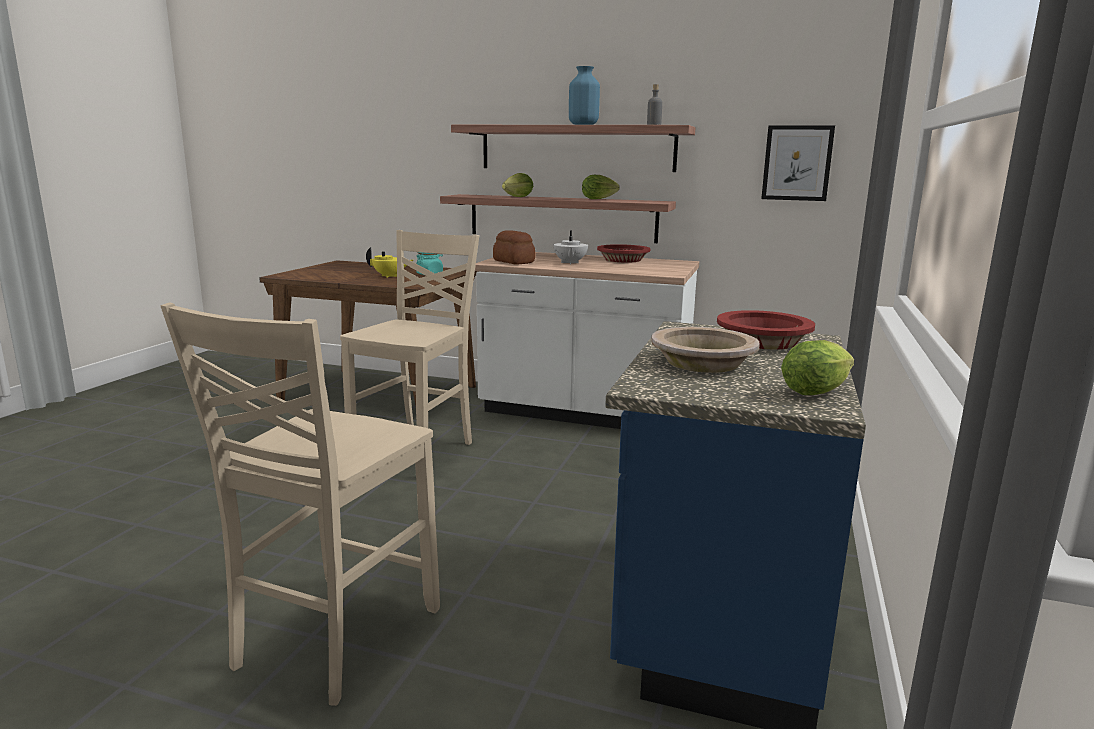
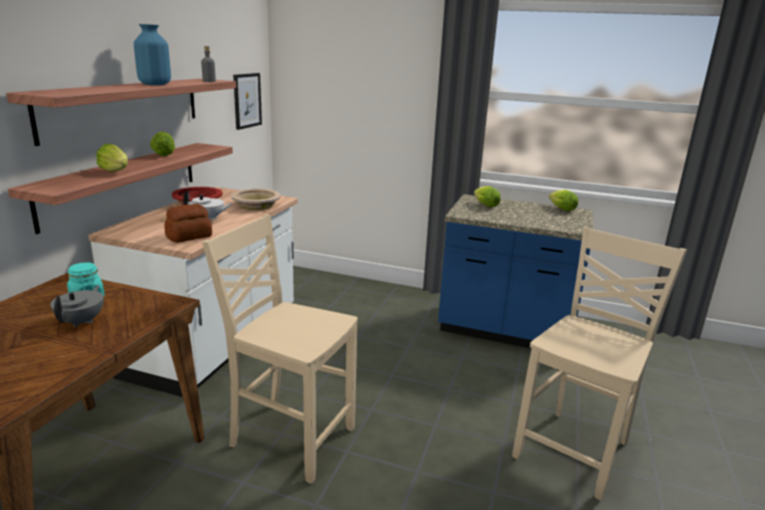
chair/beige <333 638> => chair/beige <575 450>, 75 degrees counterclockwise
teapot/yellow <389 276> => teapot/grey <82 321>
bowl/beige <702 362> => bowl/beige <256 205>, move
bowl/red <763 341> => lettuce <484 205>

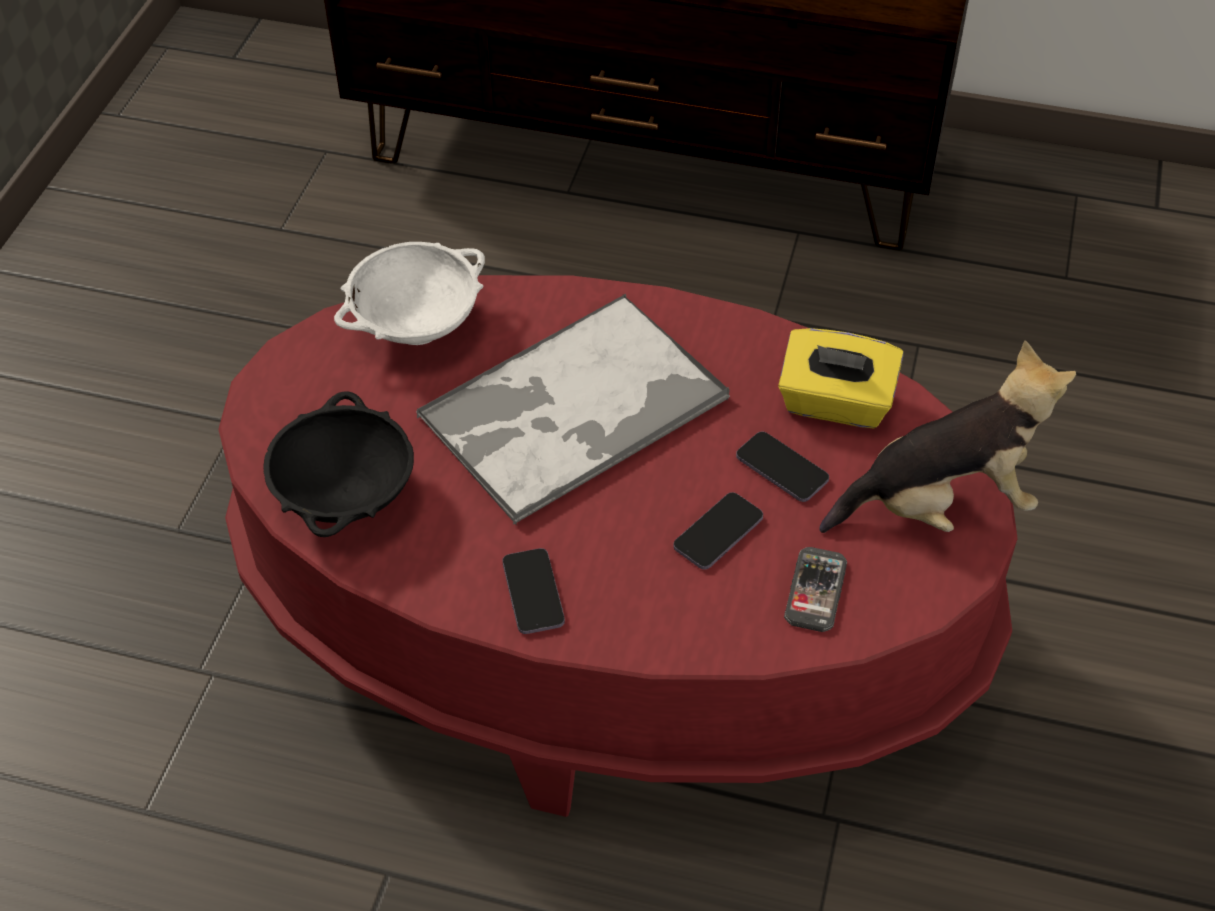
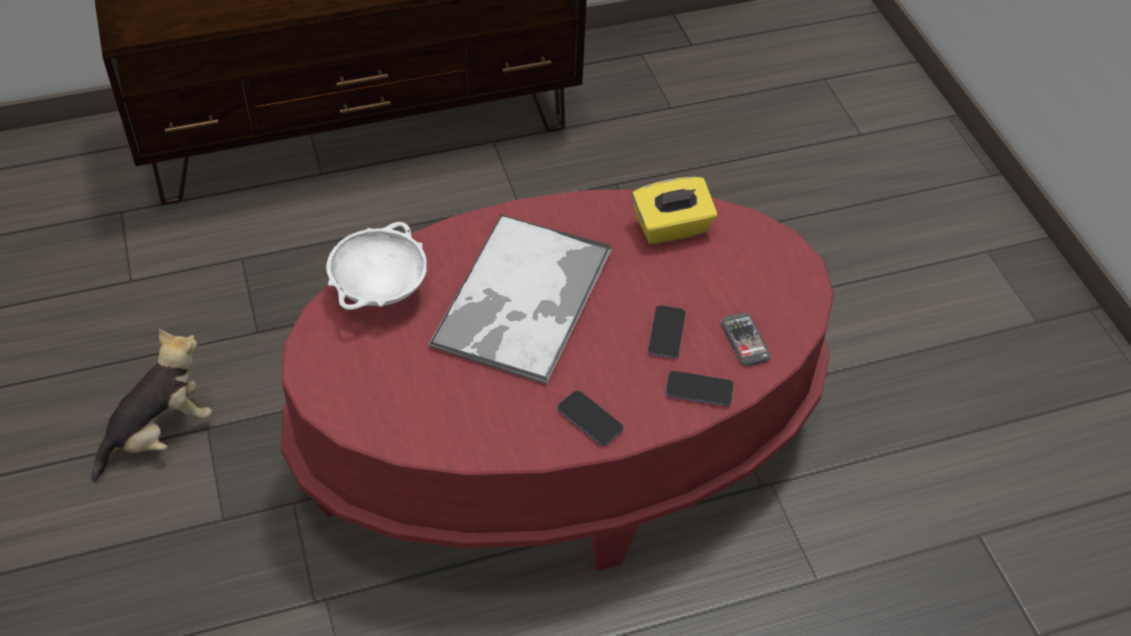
bowl/black <346 498> => nothing
phone <782 469> => phone <699 390>, move
plush toy <941 504> => plush toy <160 433>, move

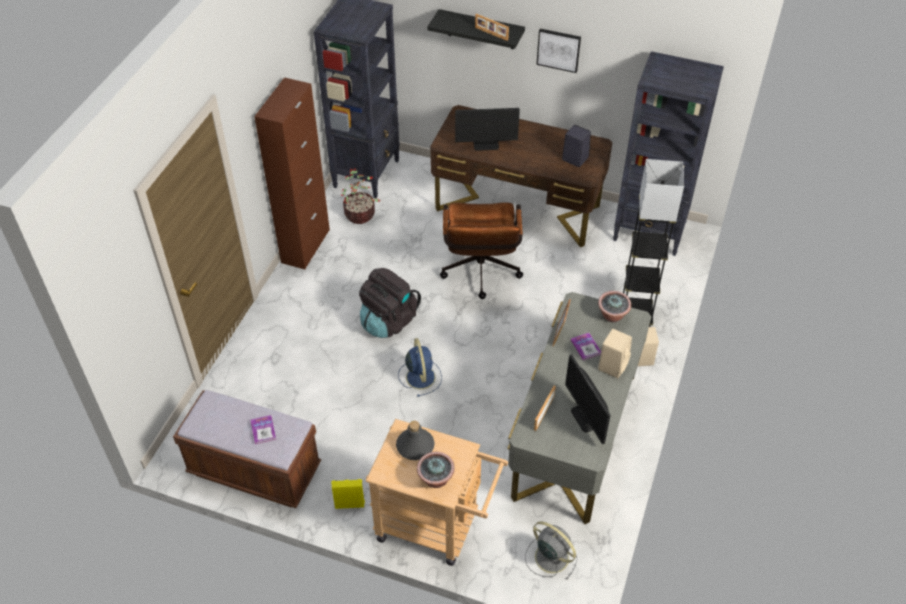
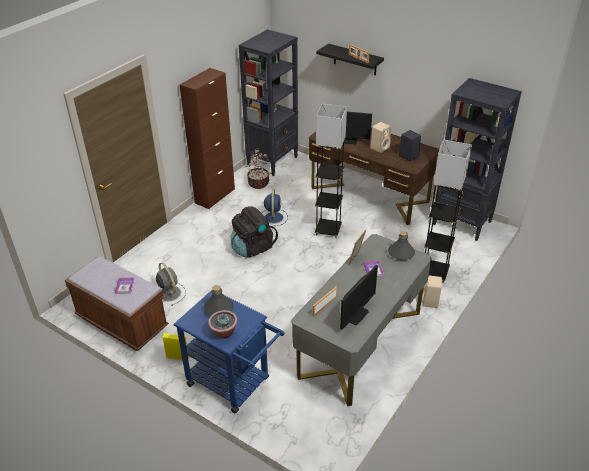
cart/beige <436 526> => cart/blue <234 384>
fan/blue <420 376> => fan/blue <274 217>, move
office chair/brown <480 274> => floor lamp/grey <328 230>
fan/grey <550 556> => fan/grey <169 293>, move
picture <558 49> => nothing
monitor <586 418> => monitor <356 315>, 135 degrees counterclockwise
potted plant <612 316> => bottle/grey <401 253>
speaker/beige <613 365> => speaker/beige <380 147>, move

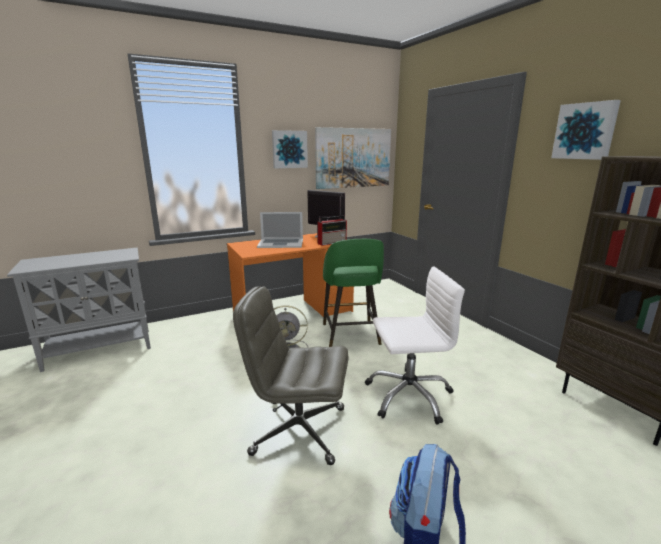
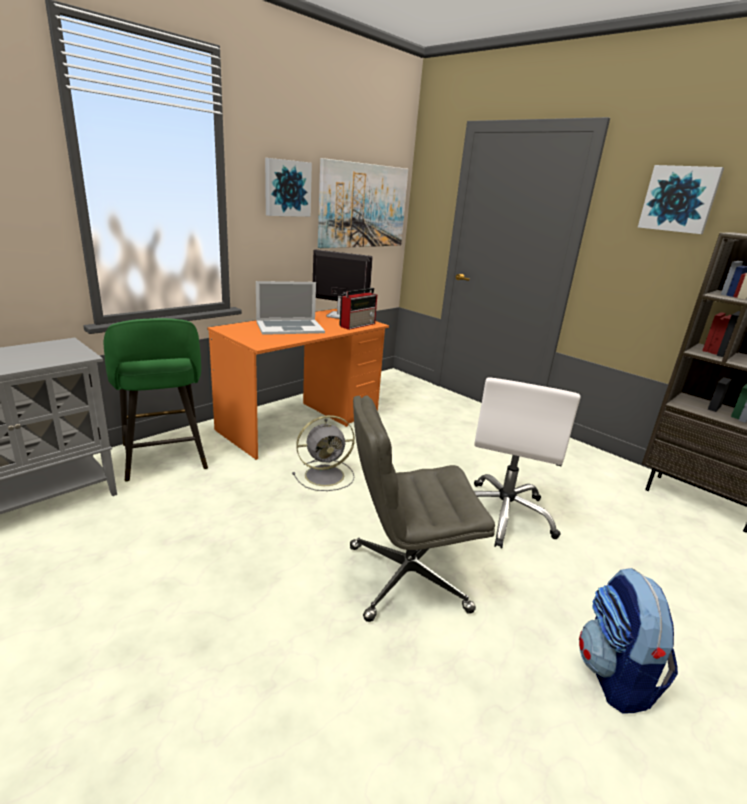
stool/green <351 335> => stool/green <164 458>, move
office chair/white <408 395> => office chair/white <503 515>, 135 degrees clockwise

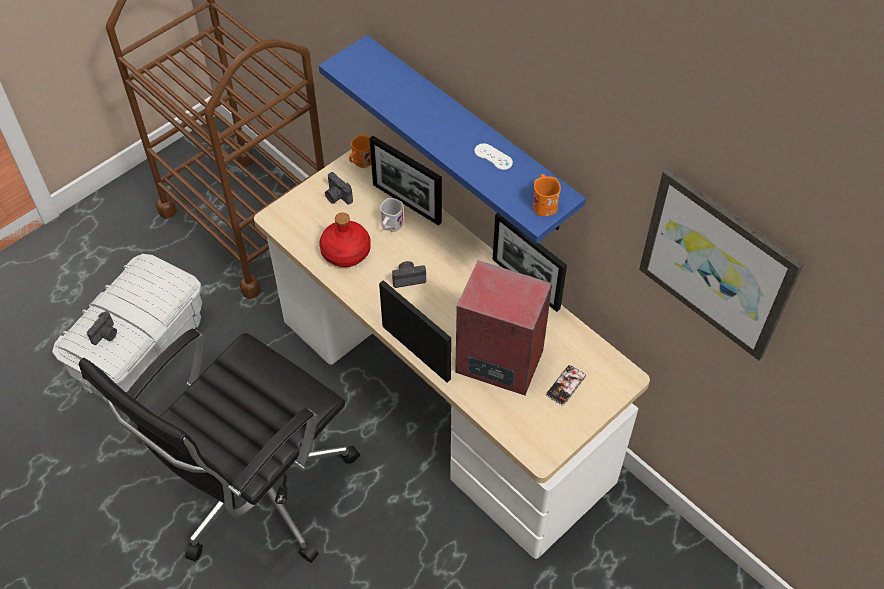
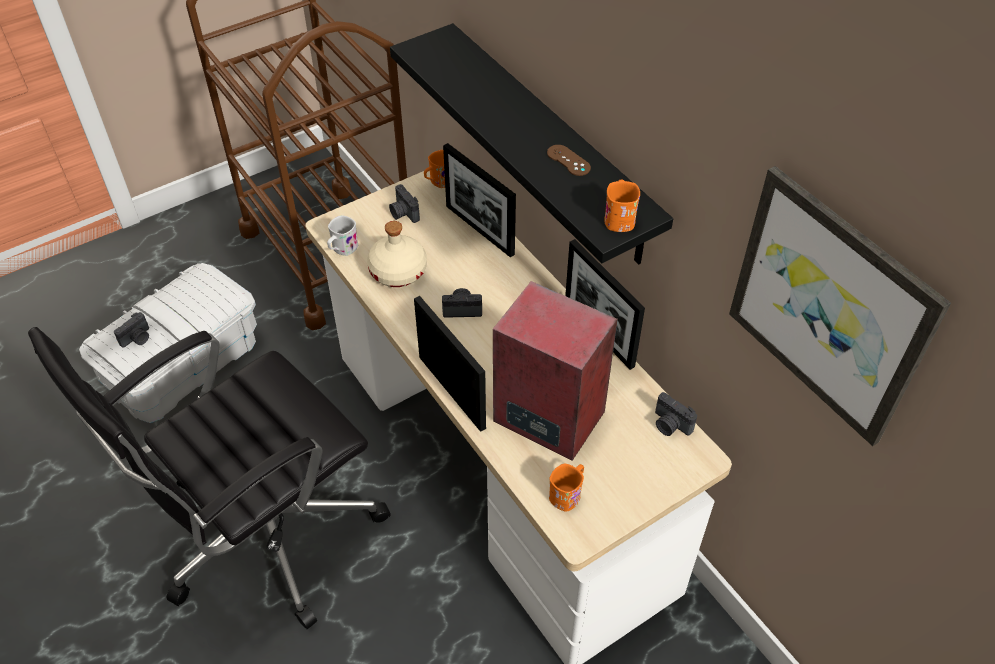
shelf/blue <469 136> => shelf/black <550 144>
bottle/red <346 251> => bottle/beige <399 271>
mug/white <390 226> => mug/white <342 249>, move
game controller/white <493 157> => game controller/brown <568 160>
phone <566 385> => nothing
nothing => mug/orange <568 494>
nothing => photo camera <670 425>

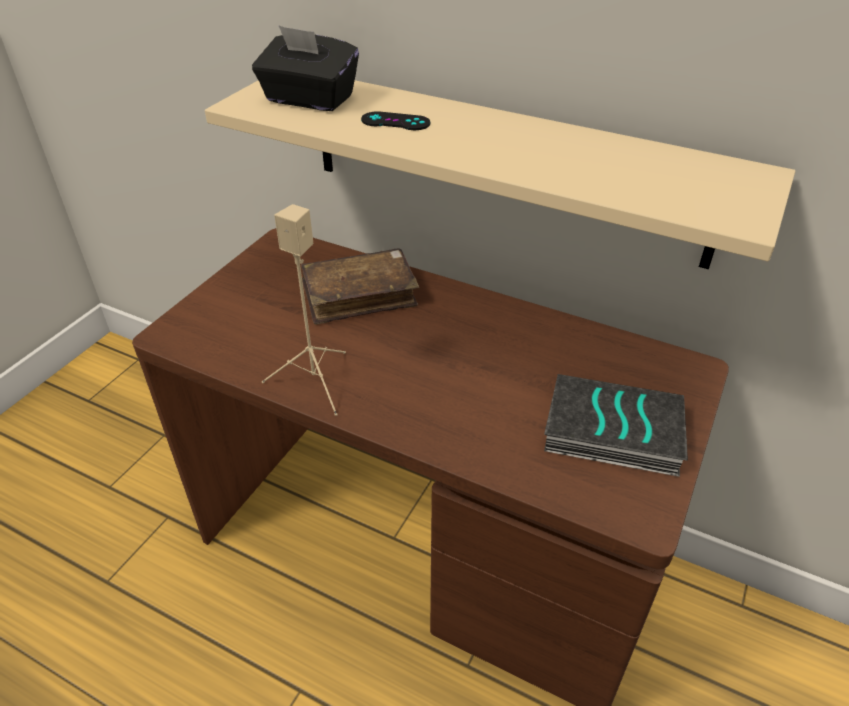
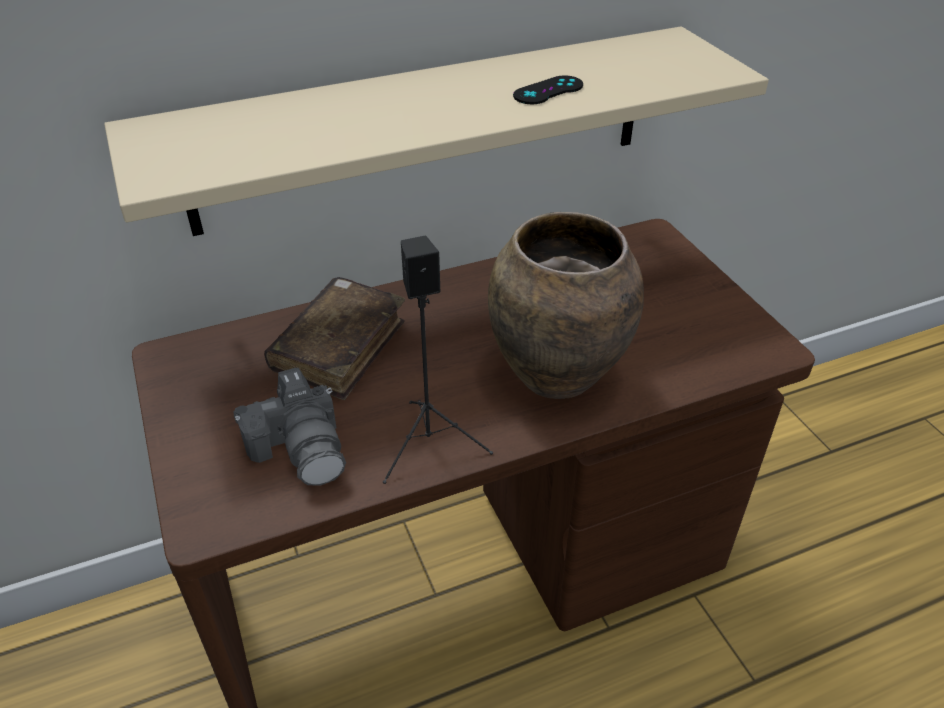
tissue box/black <309 100> => nothing
speaker/beige <315 382> => speaker/black <430 444>
game controller/black <395 122> => game controller/black <548 91>, move
book <611 433> => nothing
nothing => photo camera <301 447>
nothing => vase/brown <555 375>

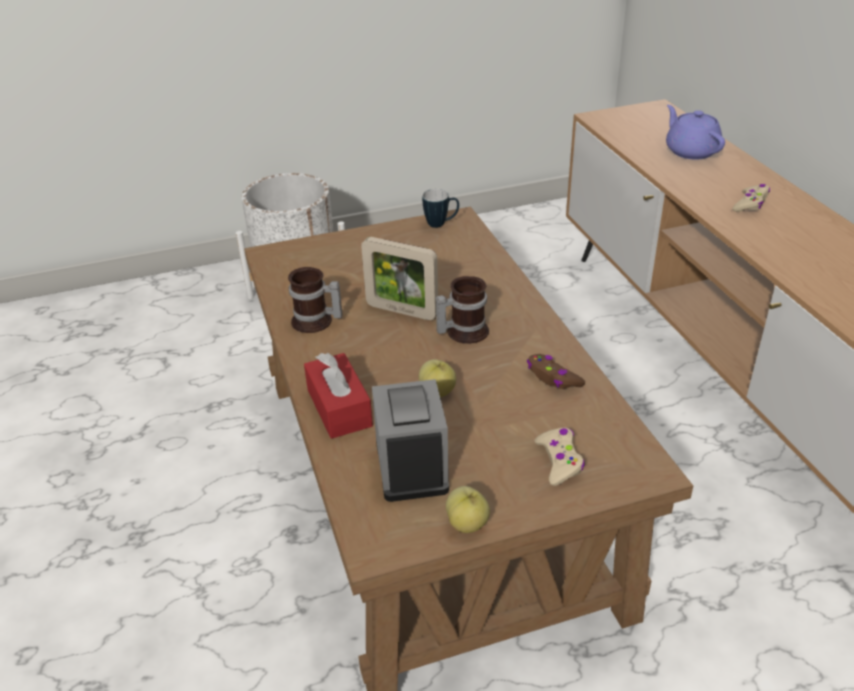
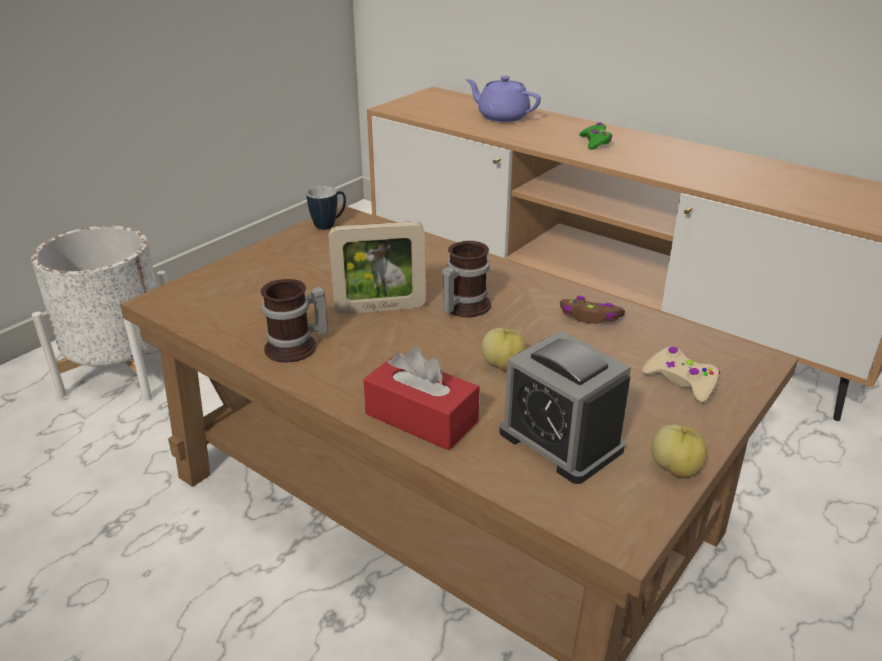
game controller/beige <750 204> => game controller/green <595 142>

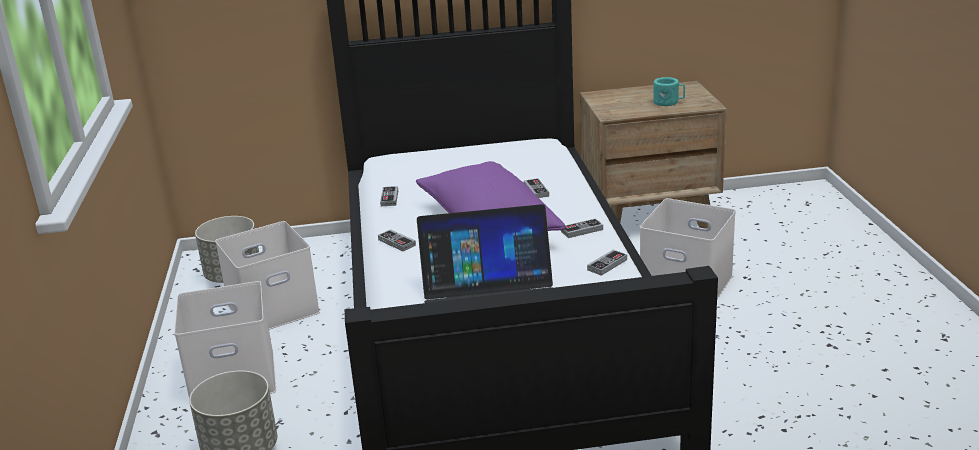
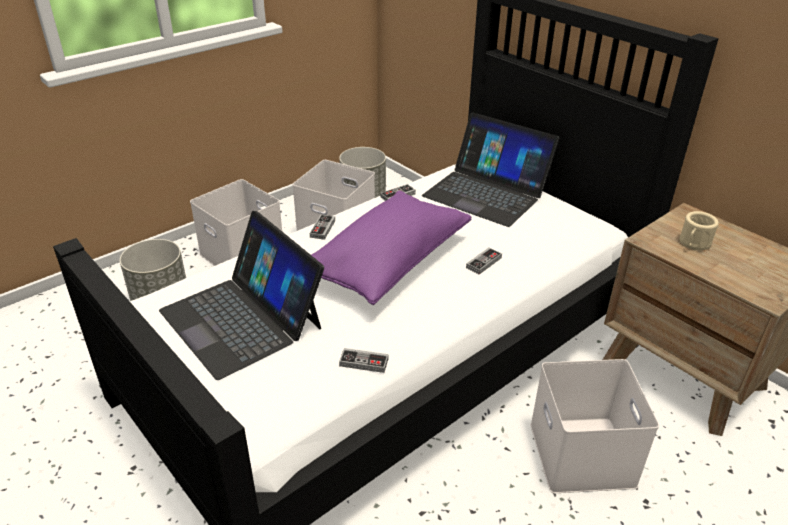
game controller <582 230> => nothing
mug/turquoise <669 102> => nothing
nothing => laptop <487 192>
nothing => mug/beige <693 244>

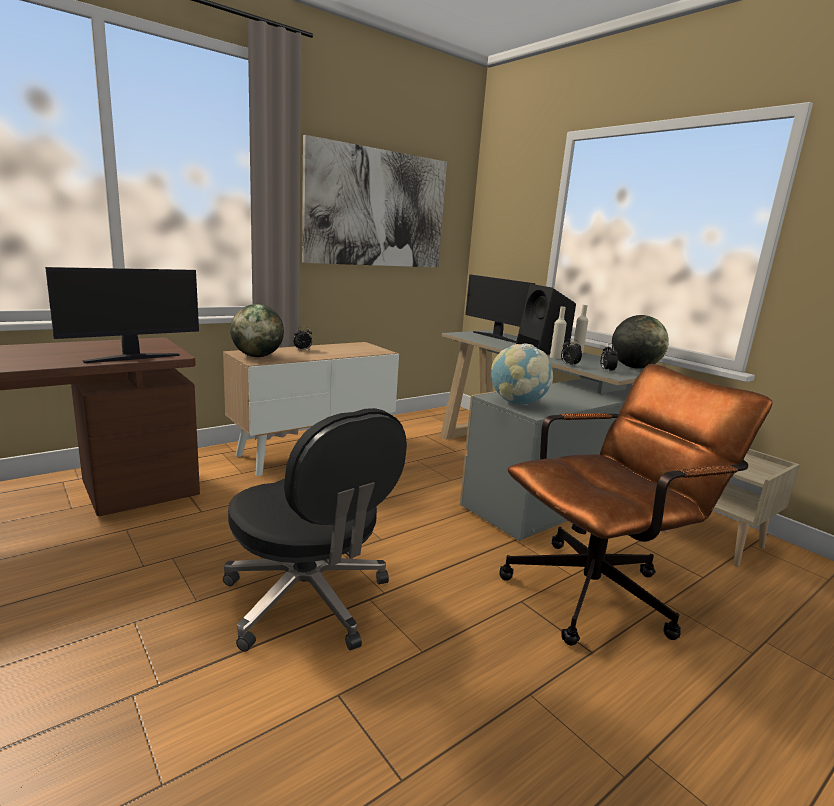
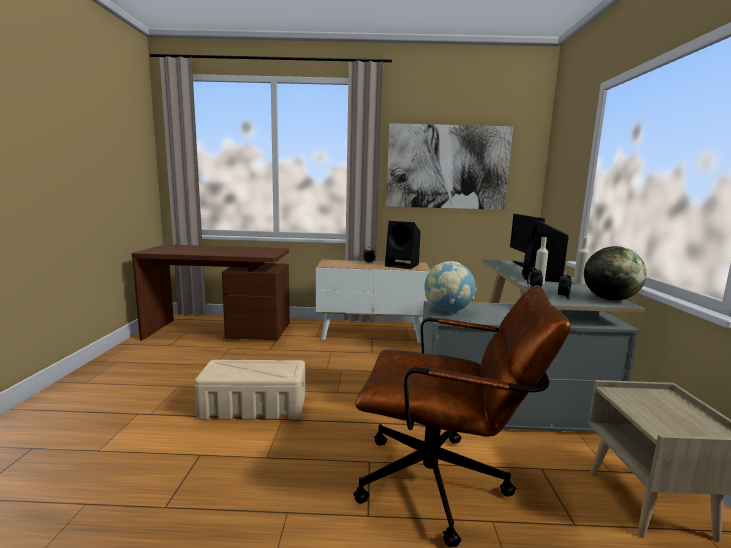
monitor <132 358> => nothing
office chair/black <308 600> => storage box/beige <253 407>
globe <257 356> => nothing
nothing => speaker/black <403 265>

